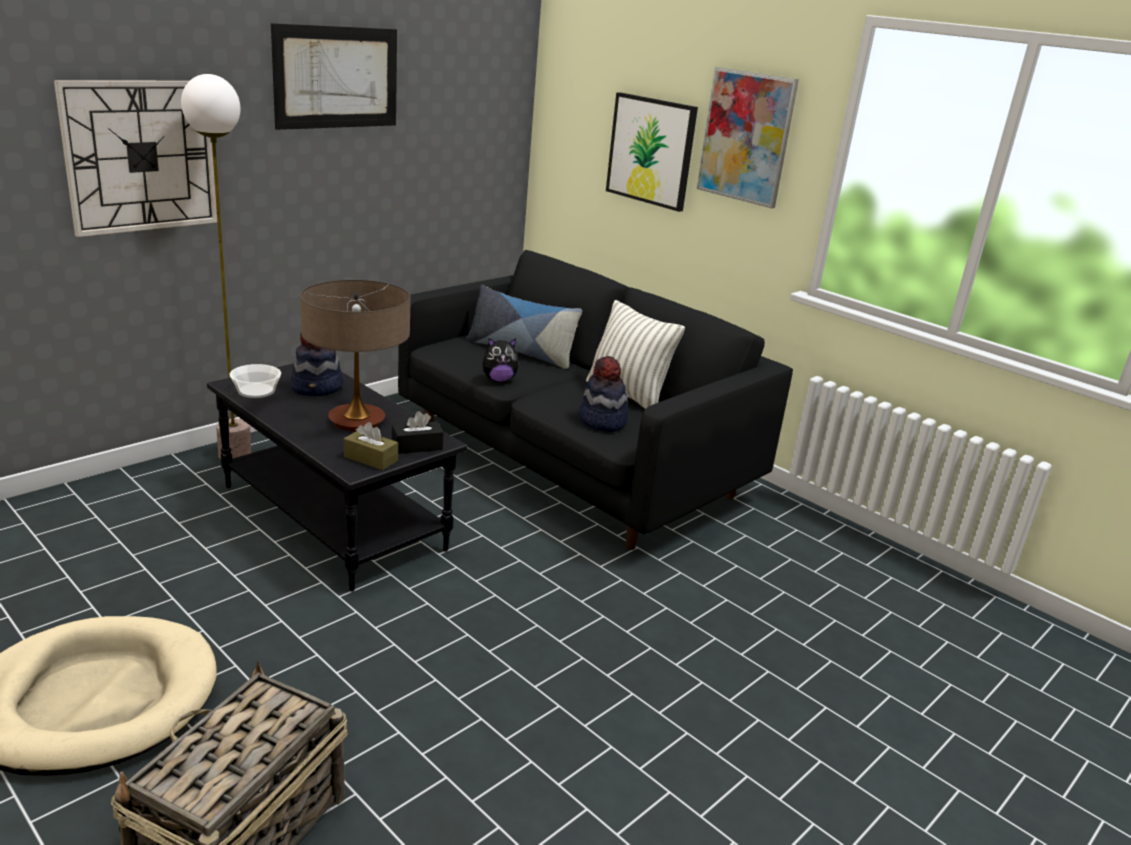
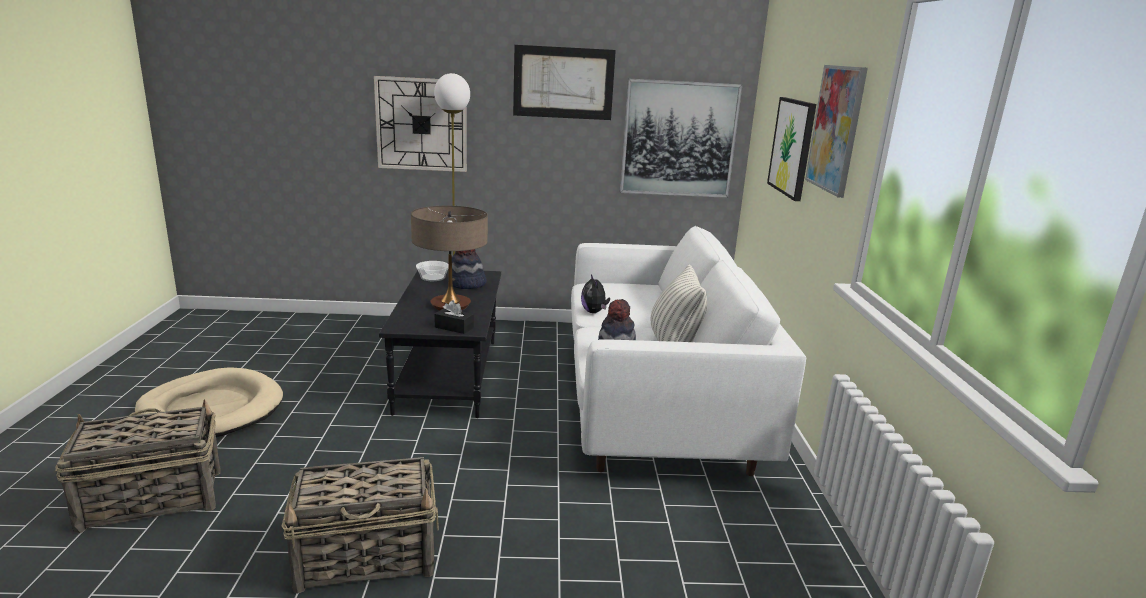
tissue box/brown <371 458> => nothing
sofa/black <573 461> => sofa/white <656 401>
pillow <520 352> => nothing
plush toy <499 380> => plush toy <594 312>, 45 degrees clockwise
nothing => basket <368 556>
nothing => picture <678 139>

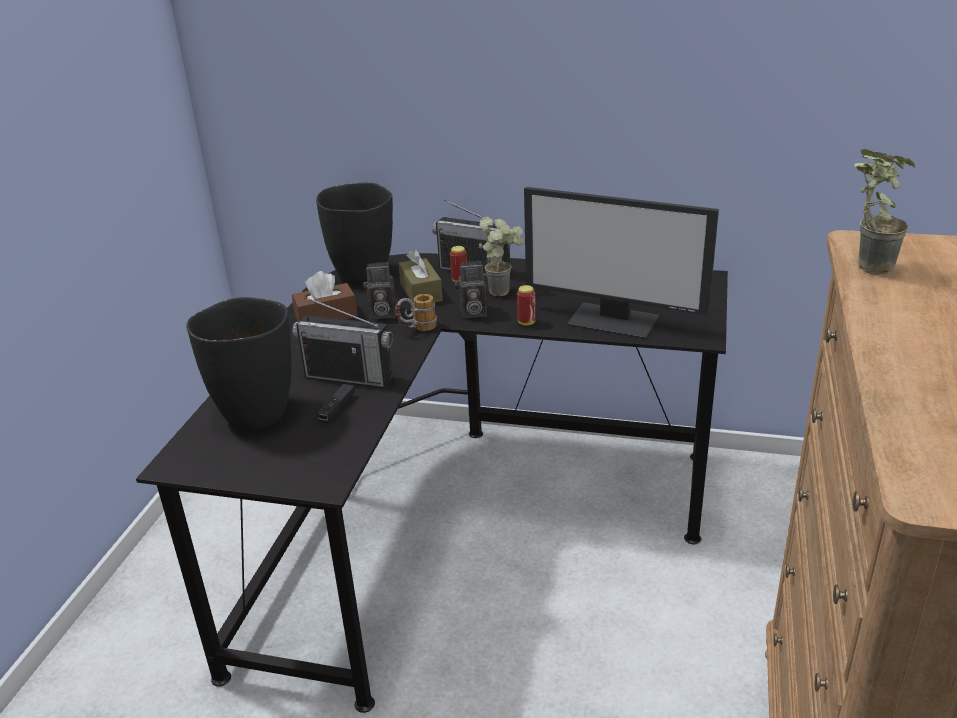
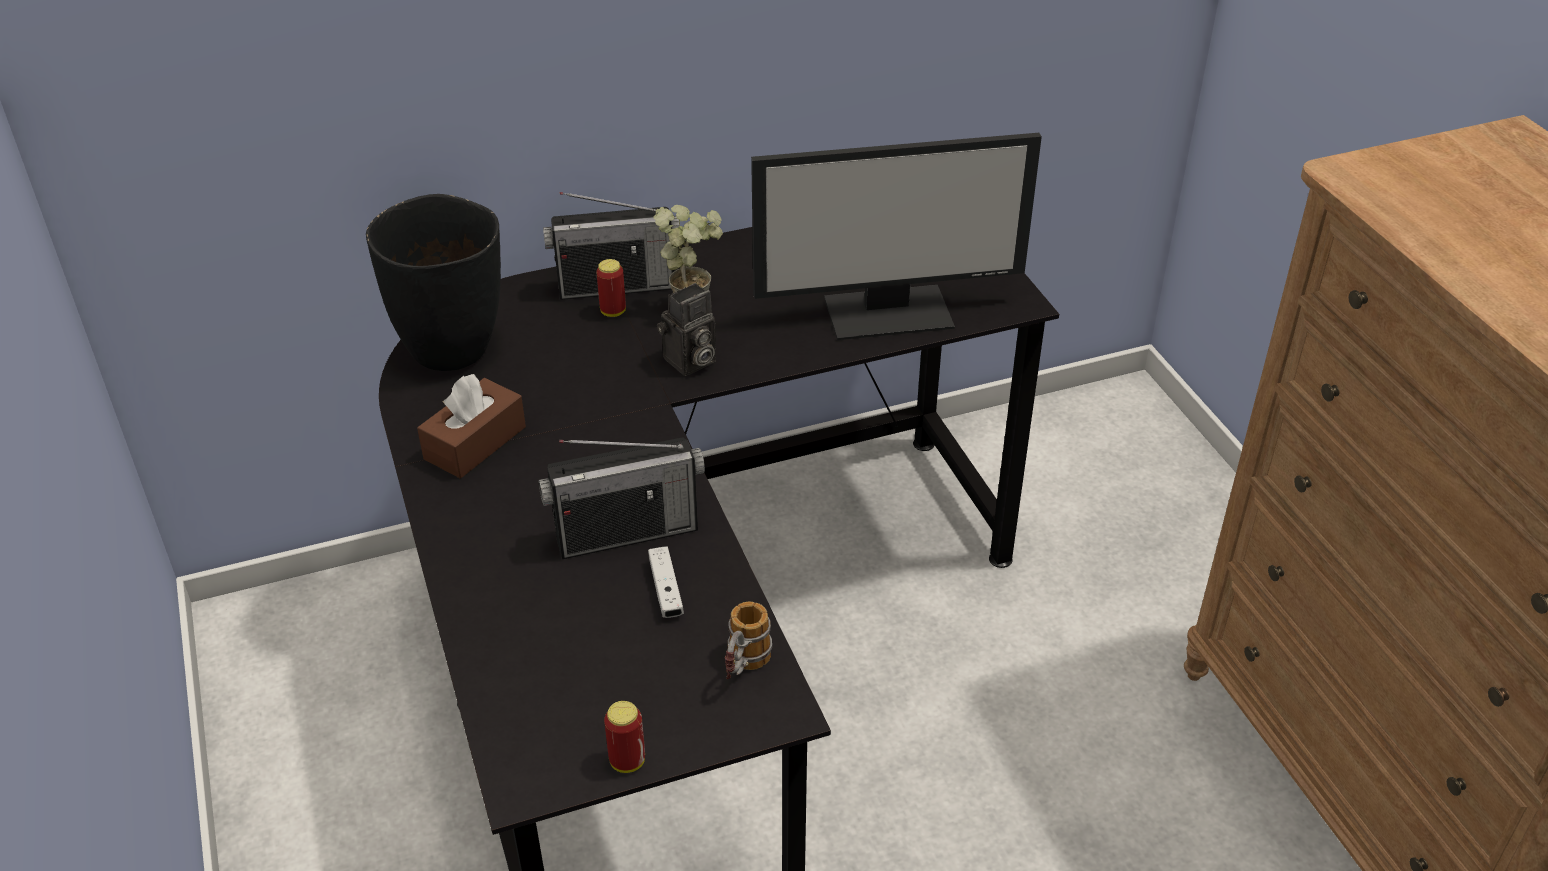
vase/black <256 414> => nothing
game controller/black <337 408> => game controller/white <666 590>
photo camera <381 314> => nothing
mug <416 329> => mug <743 669>, move
tissue box/brown <421 292> => nothing
can <526 322> => can <627 761>, move
potted plant <864 266> => nothing

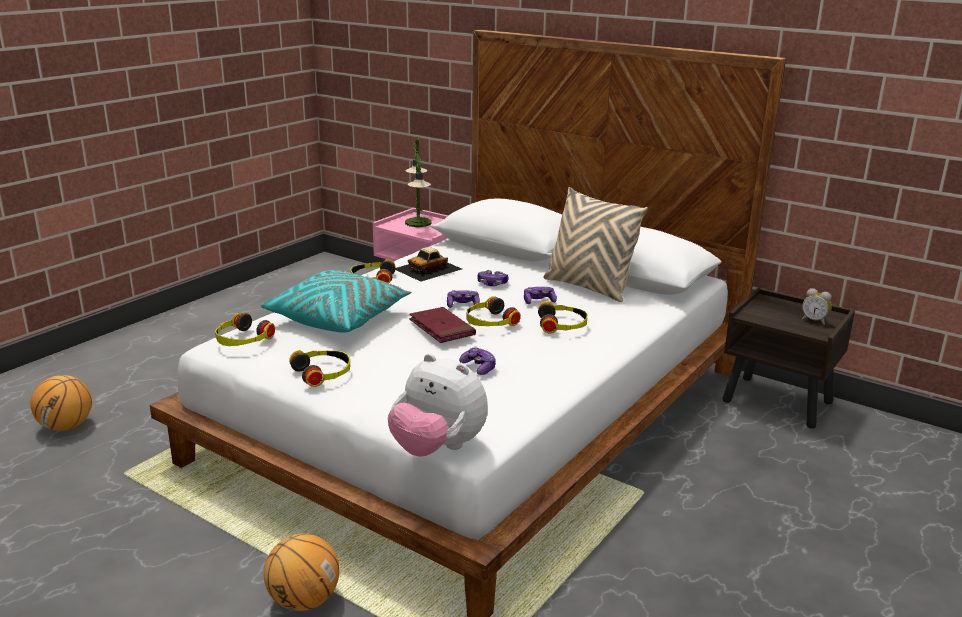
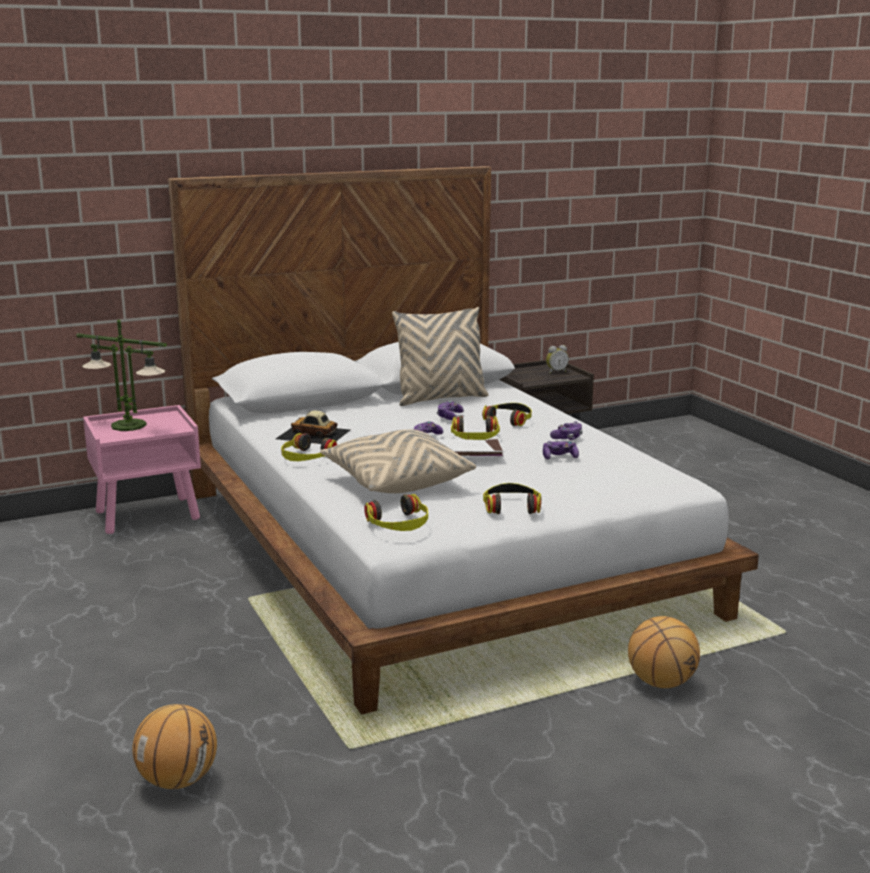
pillow/turquoise <339 318> => pillow/beige <396 481>
plush toy <437 448> => nothing
toy car <428 268> => toy car <313 434>, 120 degrees clockwise
book/red <441 328> => book/white <470 452>
game controller <492 283> => game controller <567 438>, move

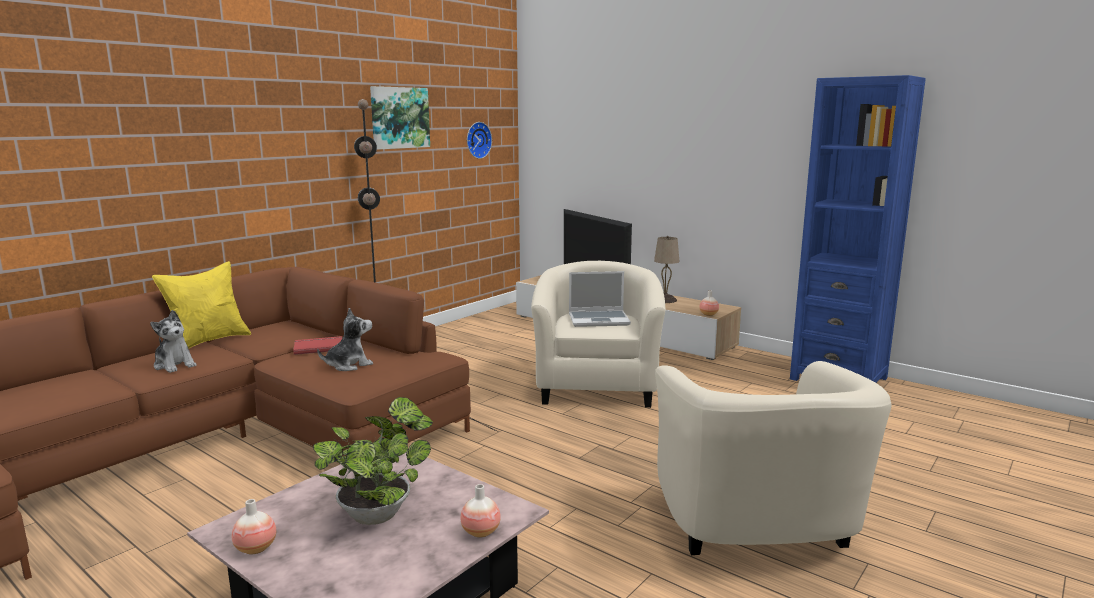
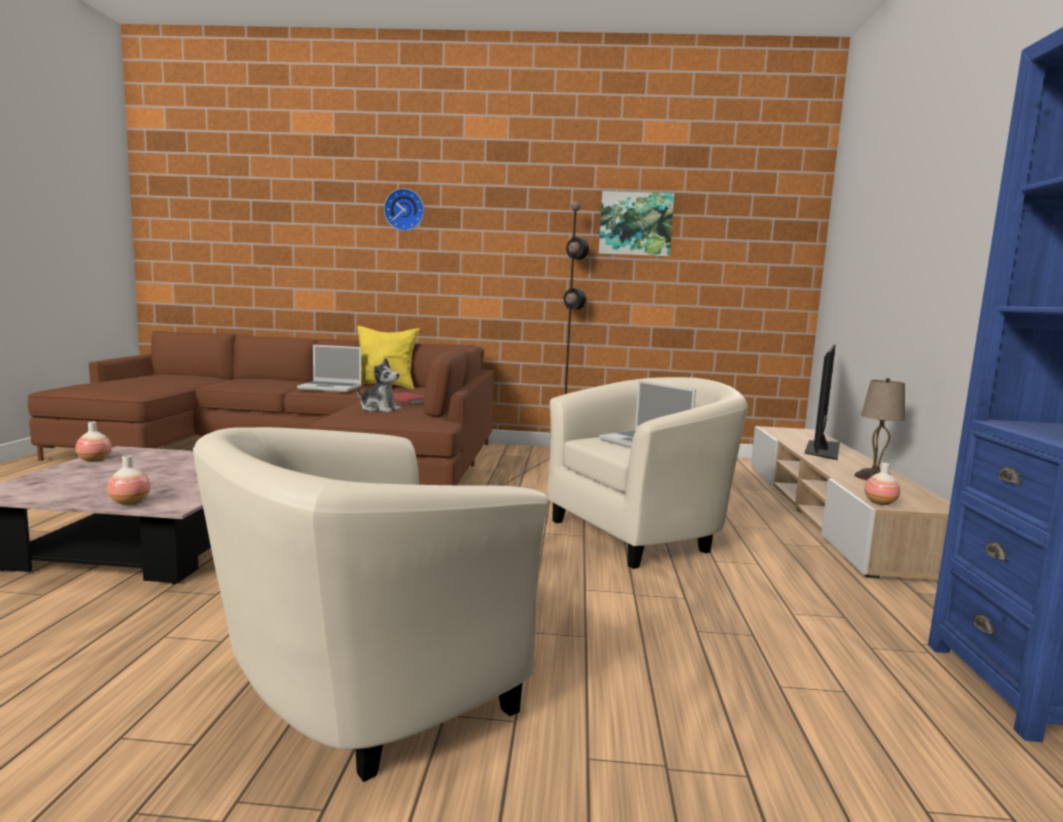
plush toy <175 365> => laptop <331 388>
potted plant <379 513> => nothing
wall clock <477 140> => wall clock <404 210>, move

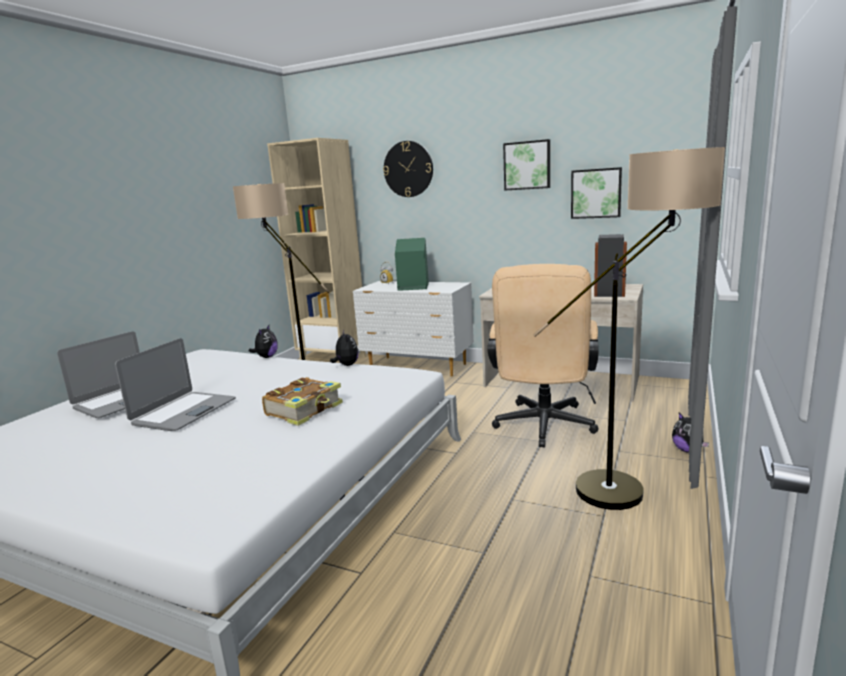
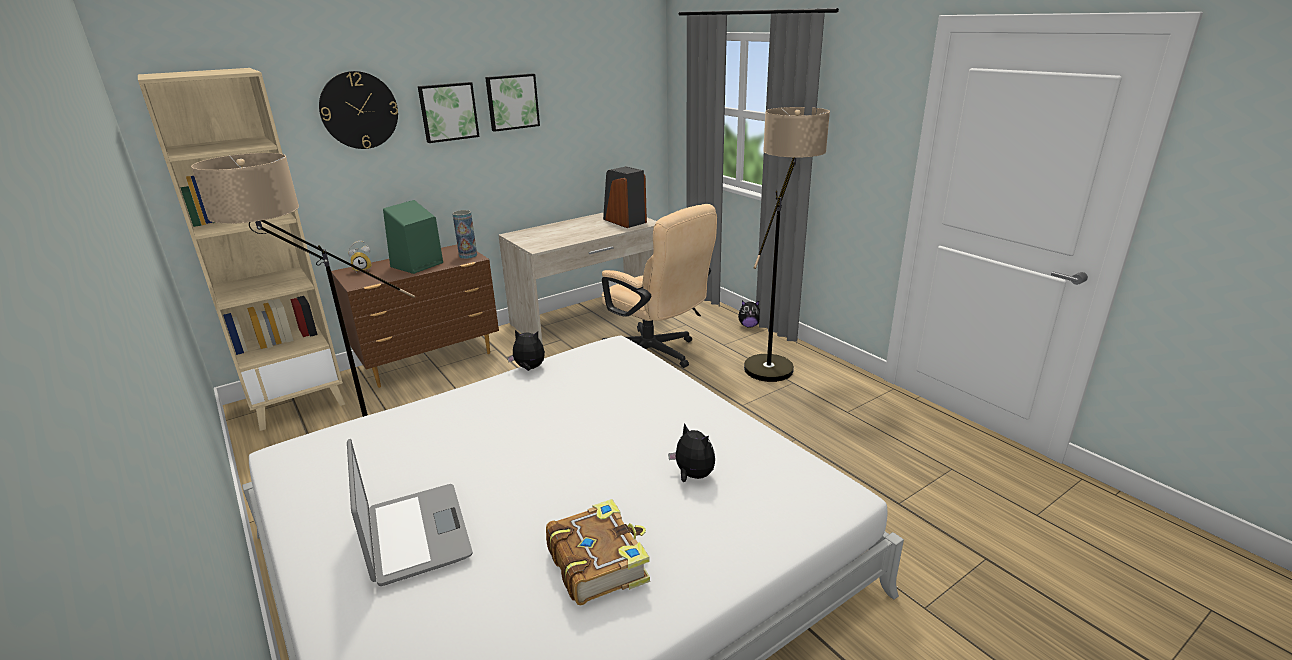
laptop <184 412> => nothing
plush toy <266 357> => plush toy <692 476>, move
book <305 410> => book <598 562>, move
dresser/white <418 367> => dresser/brown <430 361>
picture <596 193> => picture <448 112>, move
nothing => vase <468 255>

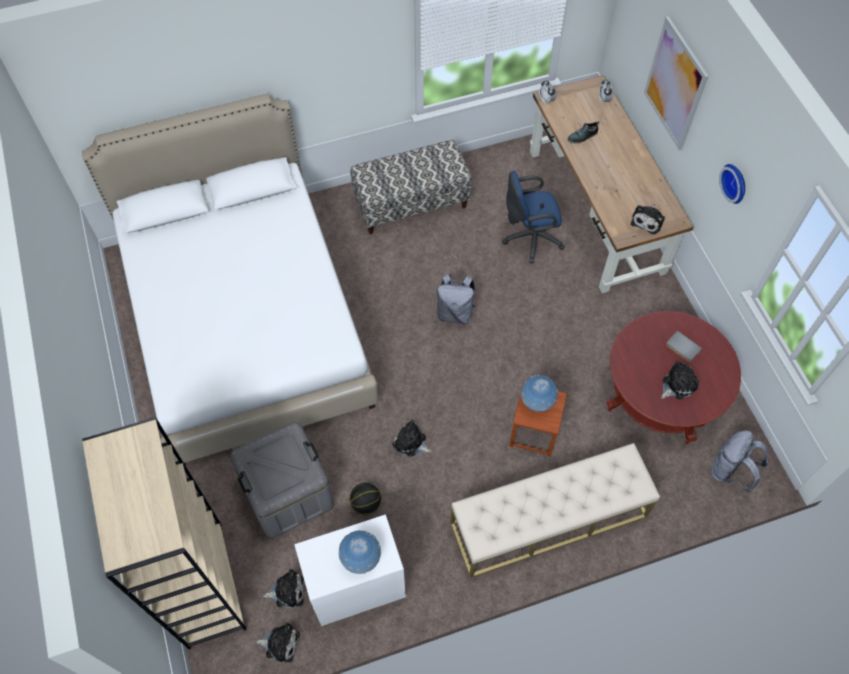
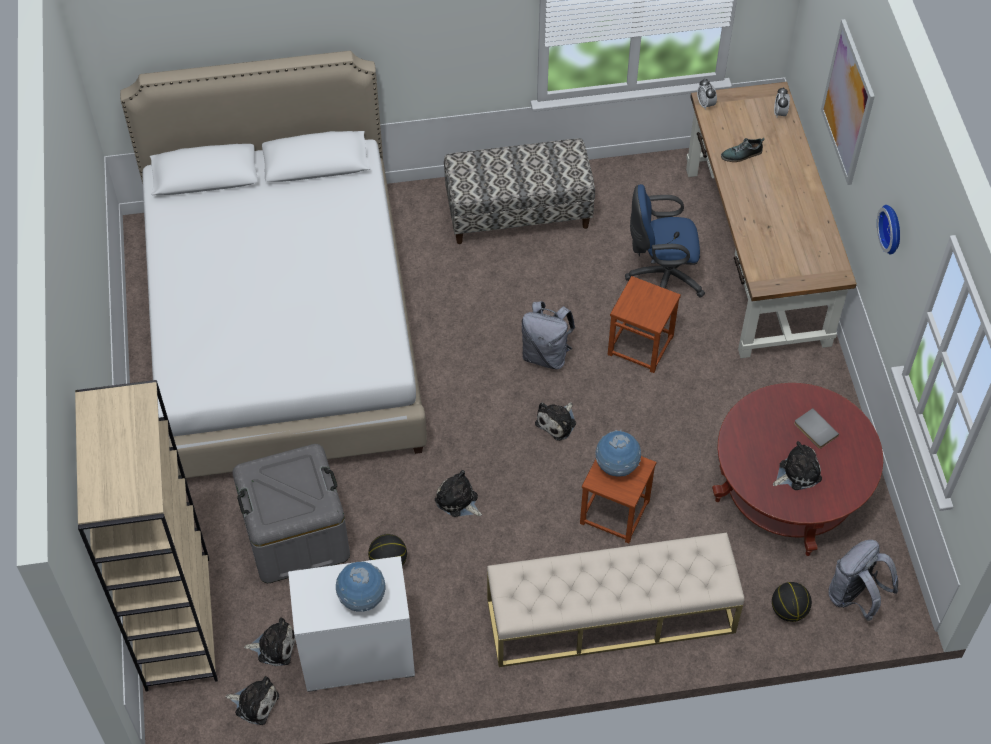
plush toy <647 220> => plush toy <557 422>, move
nothing => stool/brown <641 345>
nothing => basketball <789 610>

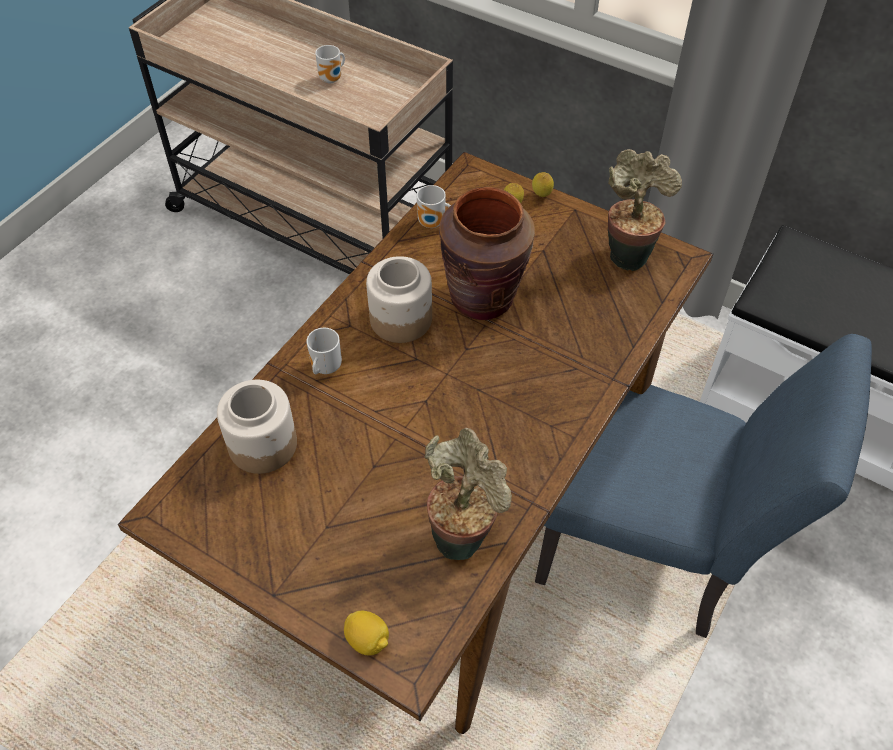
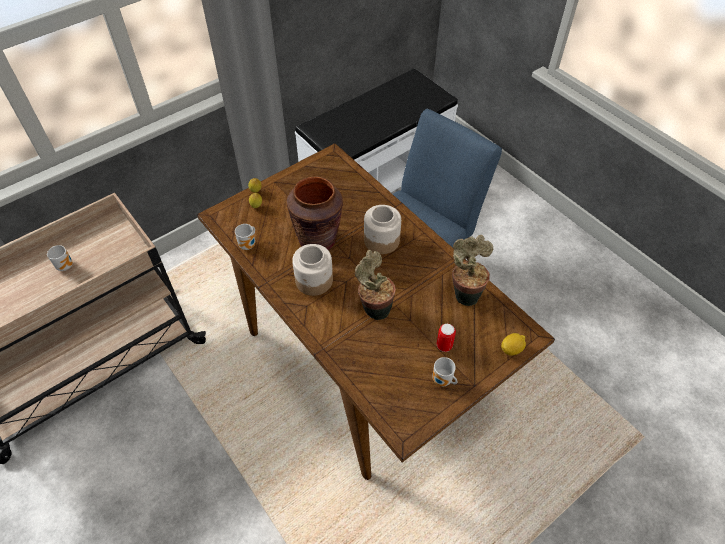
jar <263 444> => jar <381 240>, move
mug <324 368> => mug <442 381>, move
potted plant <628 253> => potted plant <374 309>, move
nothing => can <444 345>

